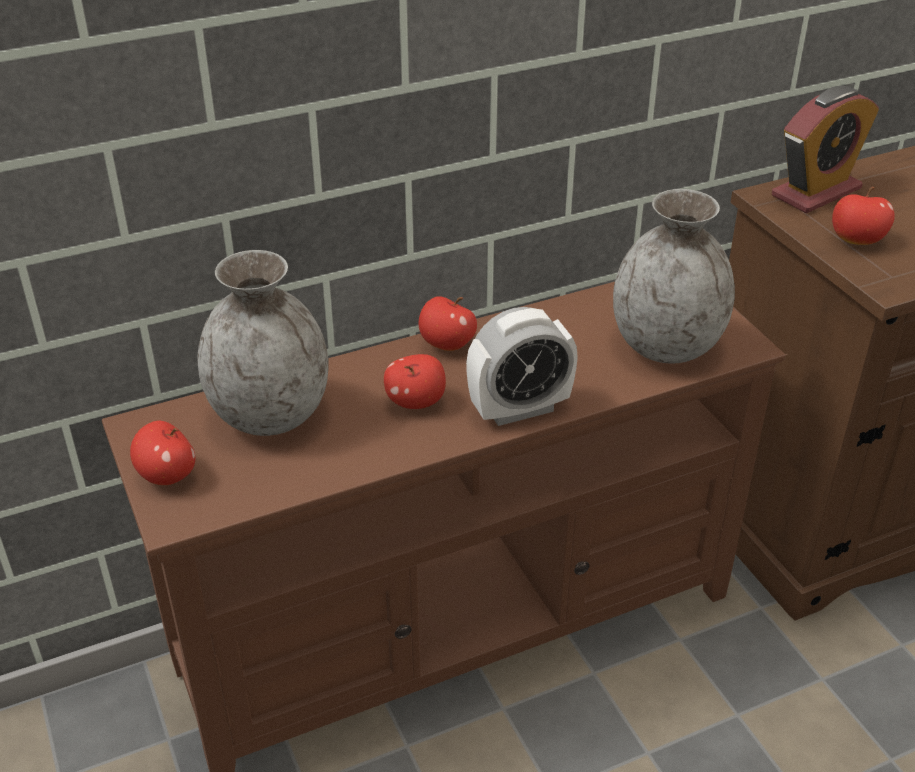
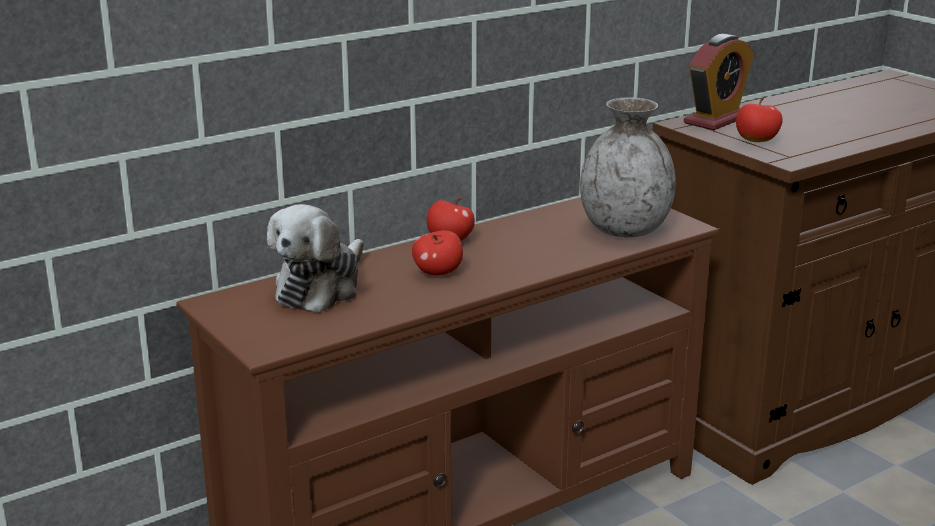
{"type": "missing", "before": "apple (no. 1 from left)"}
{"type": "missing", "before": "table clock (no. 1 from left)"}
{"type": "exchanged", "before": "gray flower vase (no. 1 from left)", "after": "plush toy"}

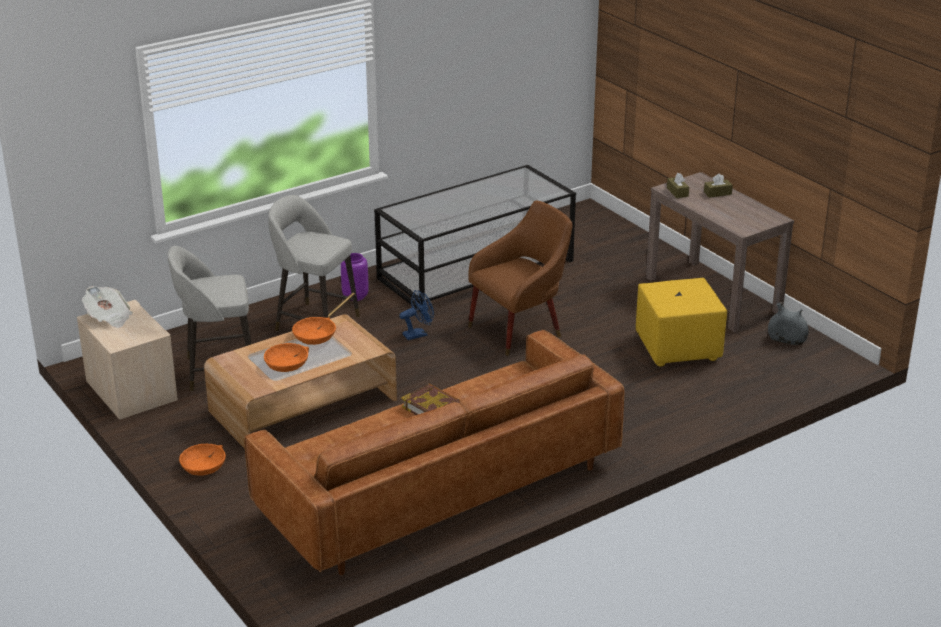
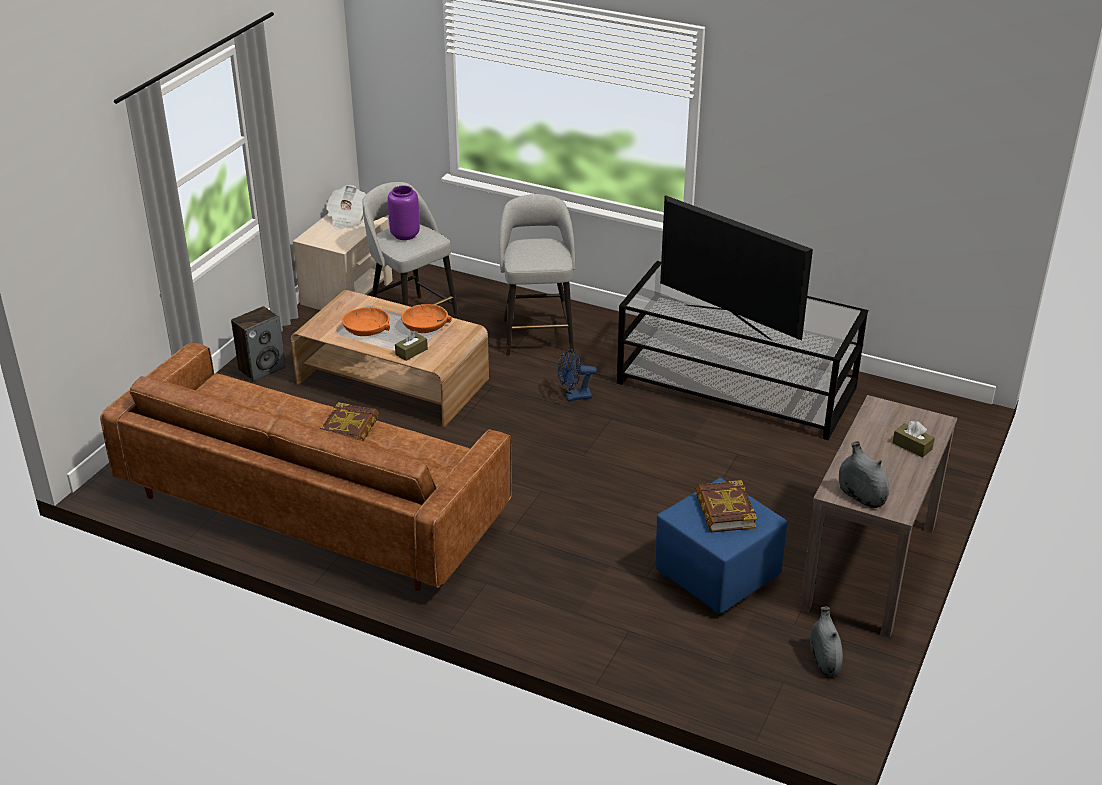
{"type": "missing", "before": "brown-coloured armchair"}
{"type": "appeared", "after": "television"}
{"type": "appeared", "after": "bound book (no. 2 from left)"}
{"type": "appeared", "after": "gray flower vase (no. 2 from left)"}
{"type": "relocated", "before": "purplish flower vase"}
{"type": "relocated", "before": "brown-coloured box of tissues (no. 1 from left)"}
{"type": "exchanged", "before": "orange-coloured deep dish (no. 1 from left)", "after": "speaker"}
{"type": "colour", "before": "yellow-coloured ottoman", "after": "bluish ottoman"}
{"type": "spun", "before": "bluish electric fan", "turn": 135}

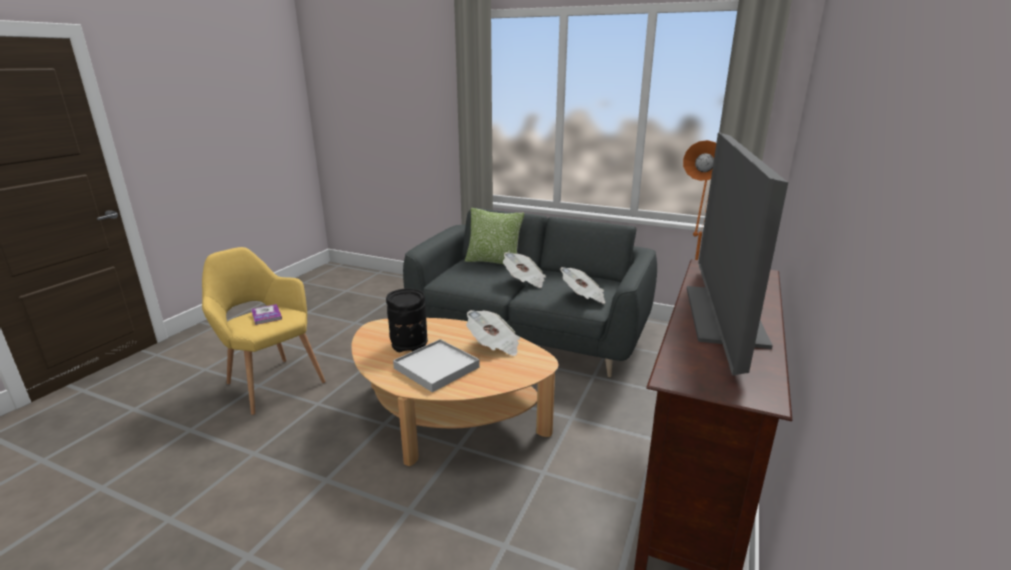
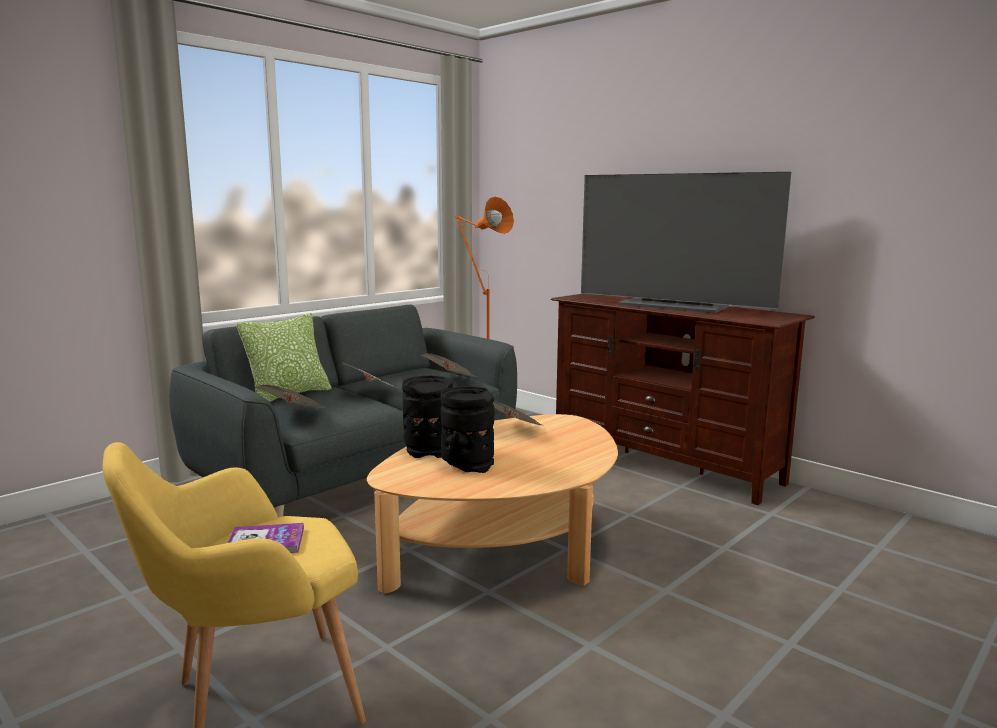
{"type": "missing", "before": "whitish serving tray"}
{"type": "appeared", "after": "newspaper (no. 1 from left)"}
{"type": "appeared", "after": "blackish flower vase (no. 1 from left)"}

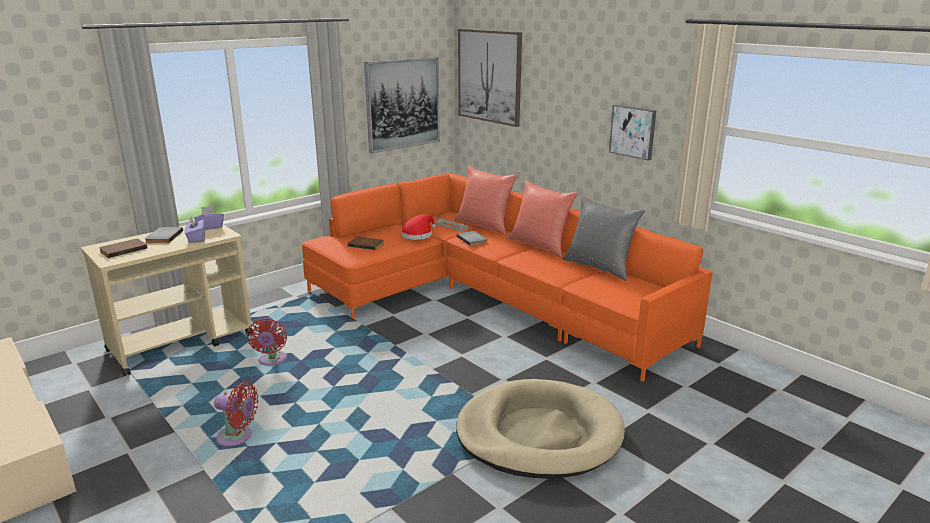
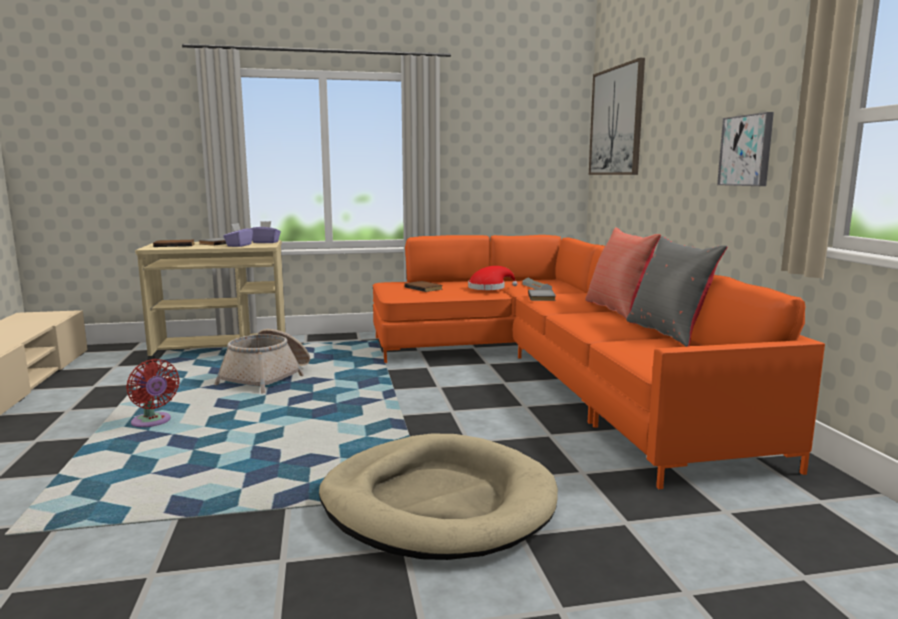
{"type": "missing", "before": "wall picture (no. 1 from left)"}
{"type": "missing", "before": "reddish pillow (no. 1 from left)"}
{"type": "exchanged", "before": "reddish electric fan (no. 2 from left)", "after": "household basket"}

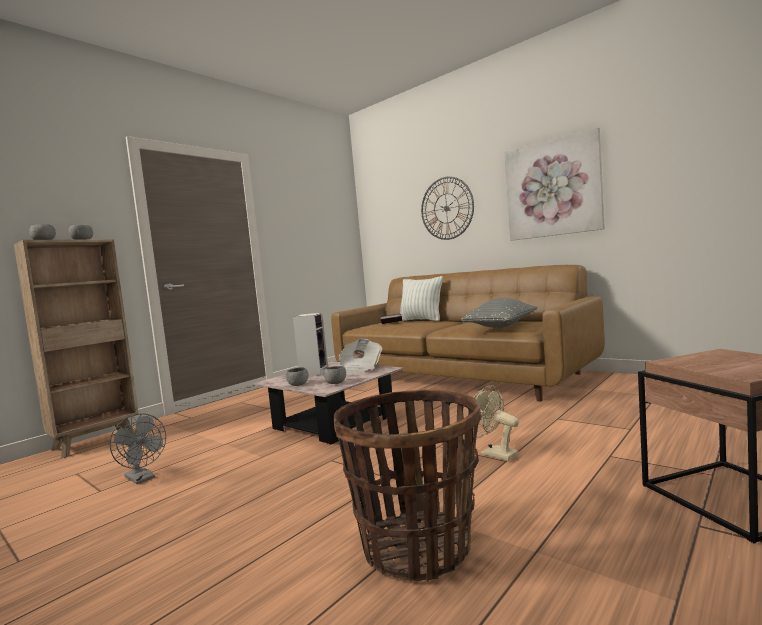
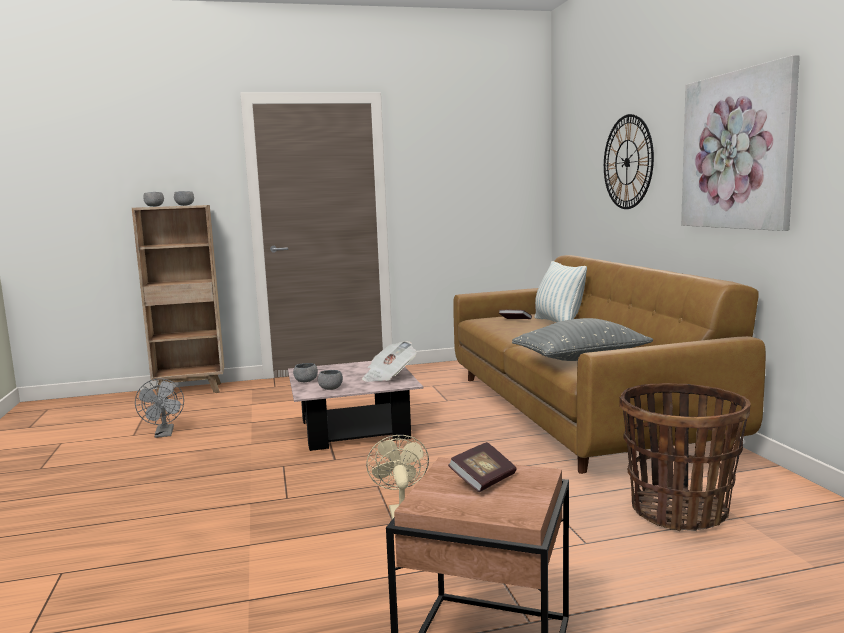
{"type": "missing", "before": "speaker"}
{"type": "appeared", "after": "bound book (no. 1 from left)"}
{"type": "relocated", "before": "household basket"}

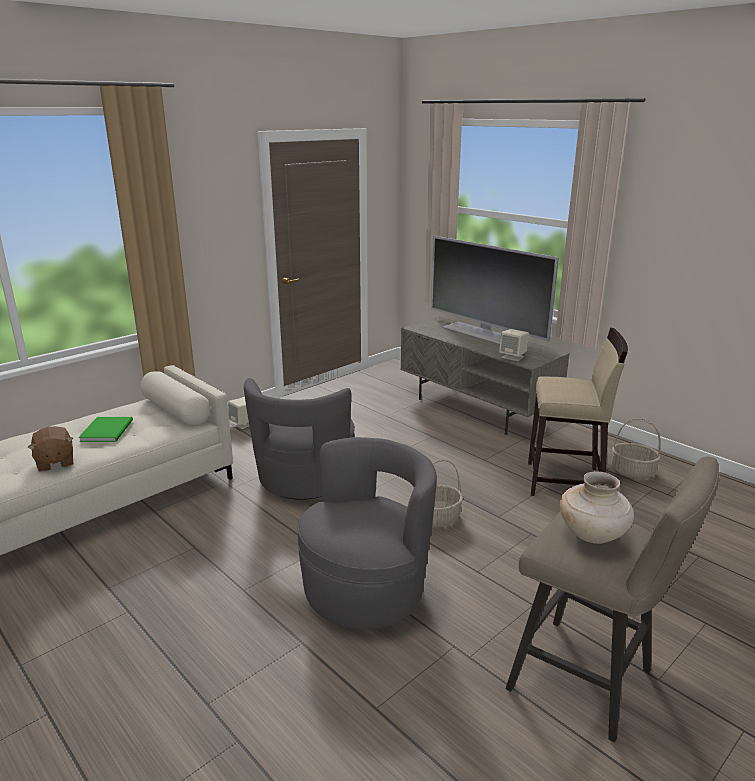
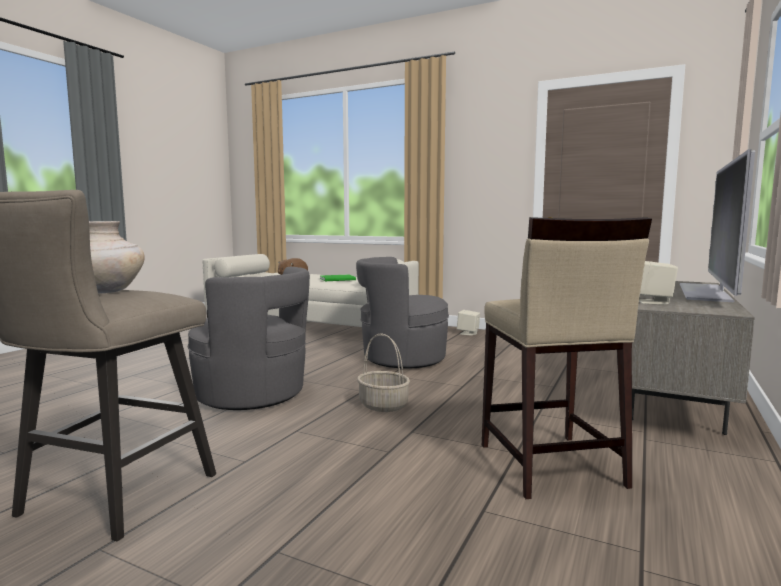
{"type": "missing", "before": "household basket (no. 2 from left)"}

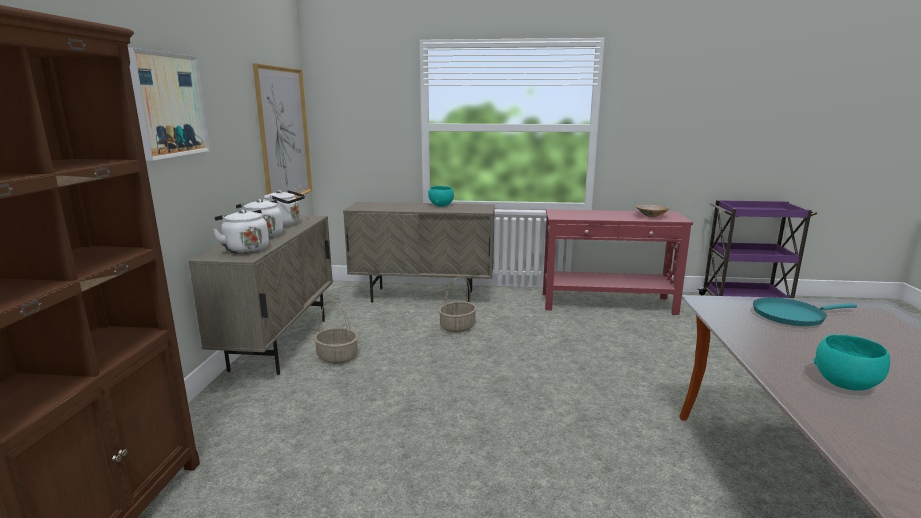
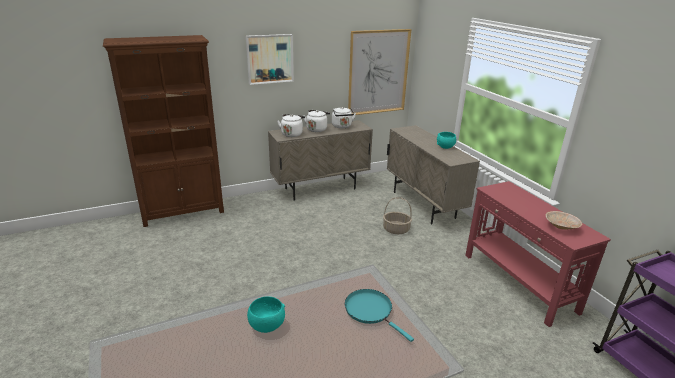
{"type": "missing", "before": "household basket (no. 1 from left)"}

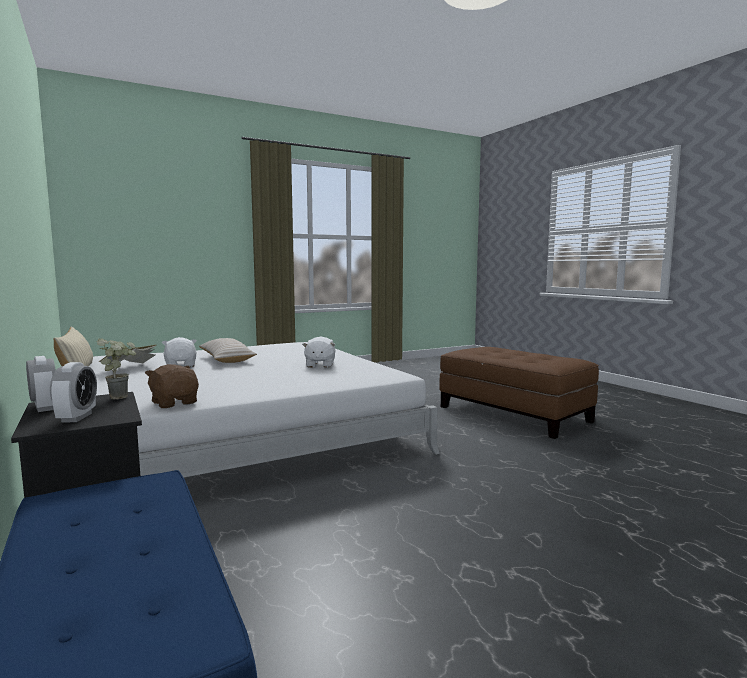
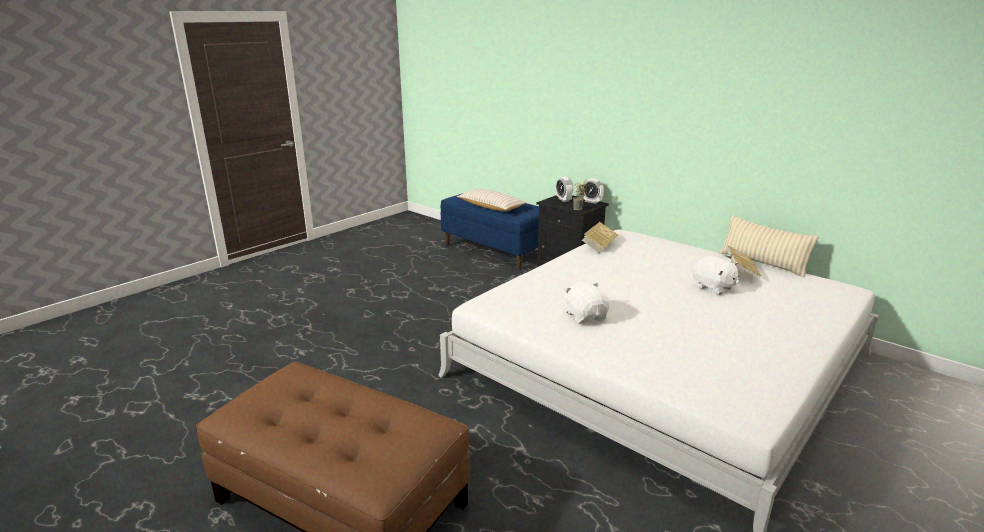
{"type": "relocated", "before": "beige-coloured pillow (no. 2 from left in the first image)", "after": "beige-coloured pillow (no. 1 from left)"}
{"type": "exchanged", "before": "brown-coloured plush toy", "after": "bound book (no. 1 from left)"}

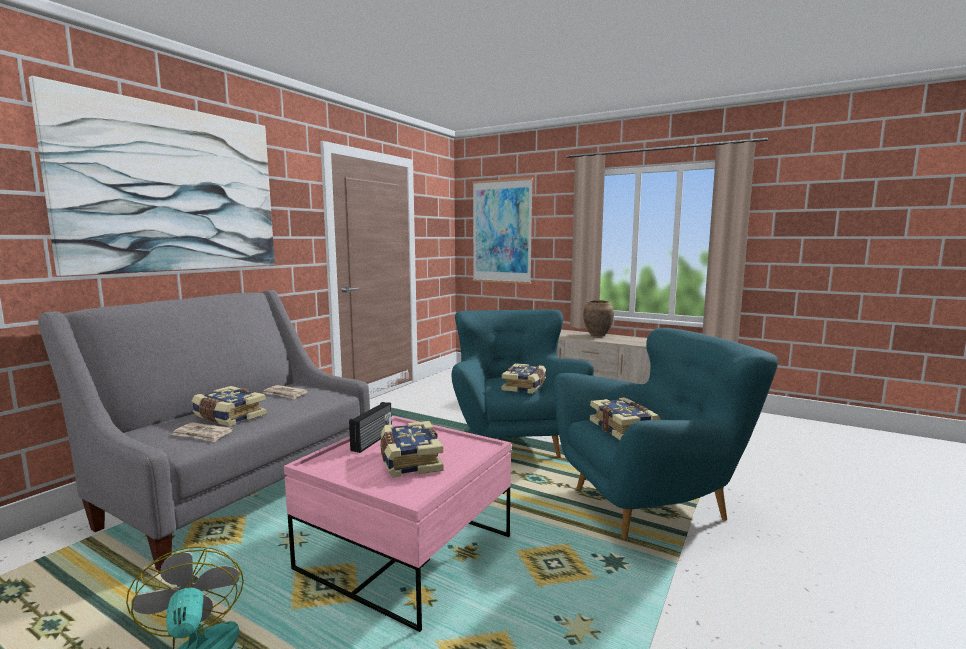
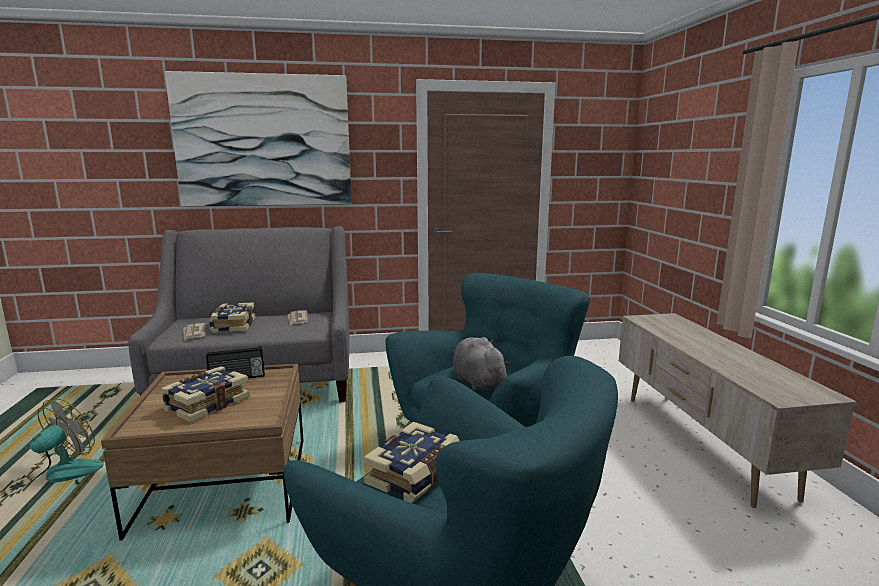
{"type": "missing", "before": "wall picture (no. 2 from left)"}
{"type": "missing", "before": "brown-coloured flower vase"}
{"type": "exchanged", "before": "bound book (no. 3 from left)", "after": "gray plush toy"}
{"type": "colour", "before": "pink-coloured low table", "after": "brown-coloured low table"}

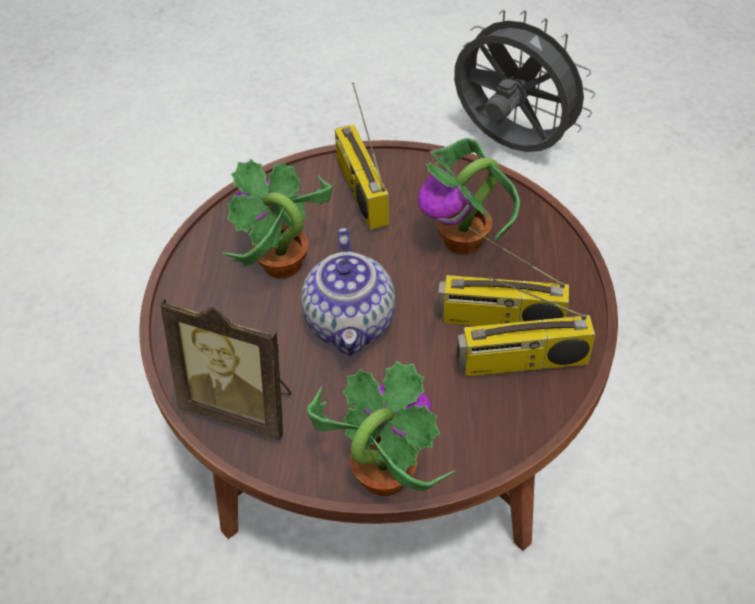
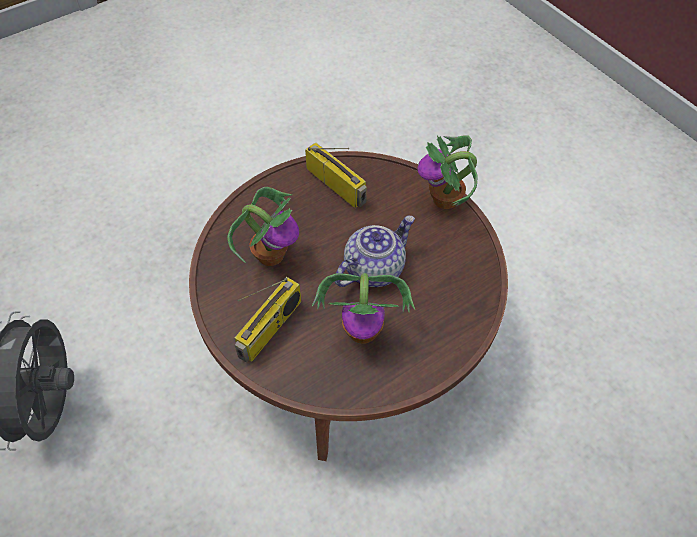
{"type": "missing", "before": "standing frame"}
{"type": "missing", "before": "radio (no. 2 from left)"}

